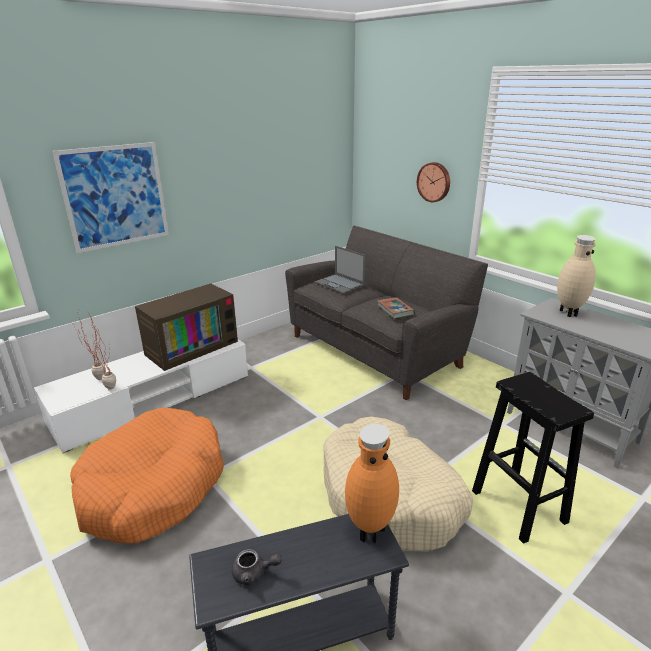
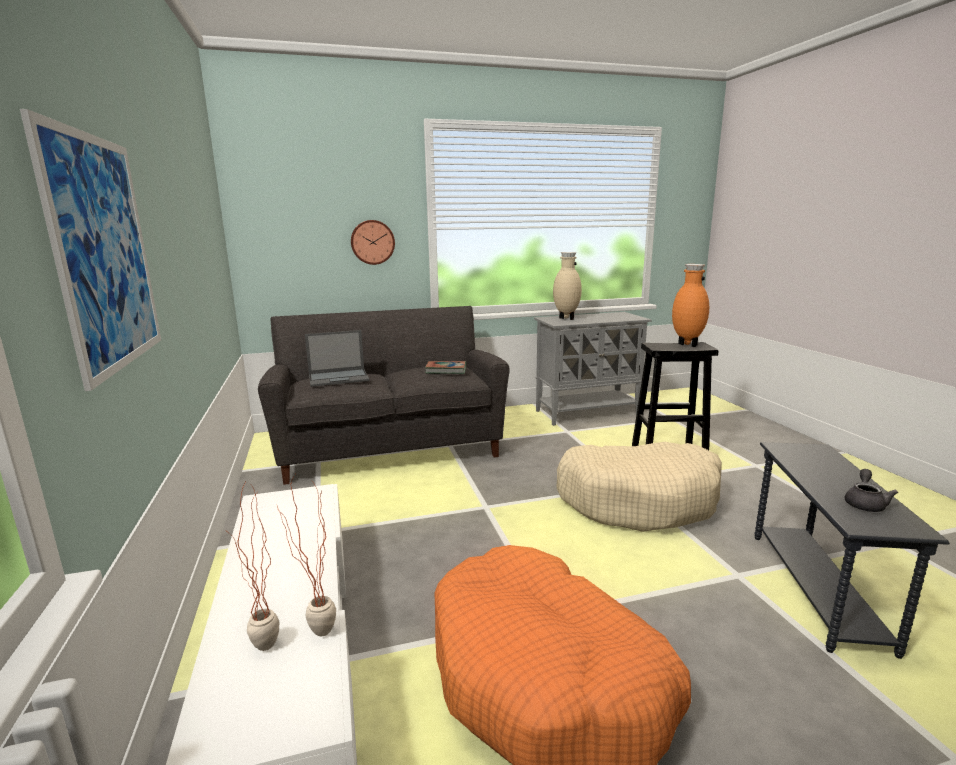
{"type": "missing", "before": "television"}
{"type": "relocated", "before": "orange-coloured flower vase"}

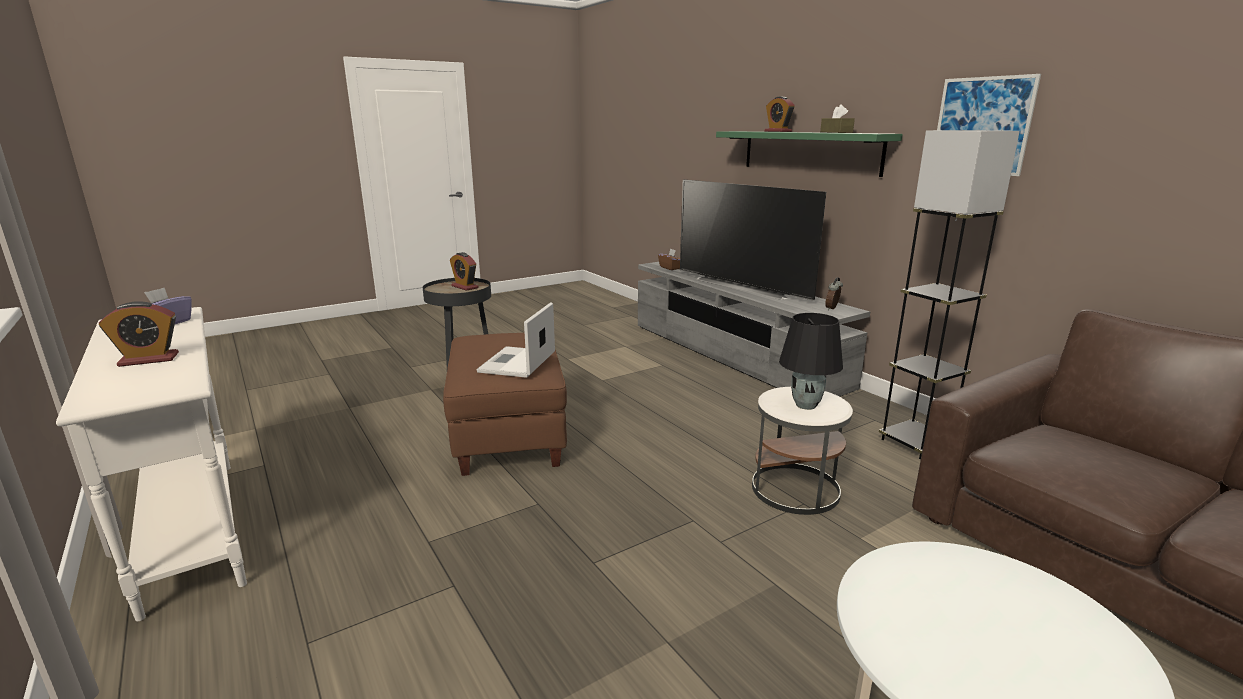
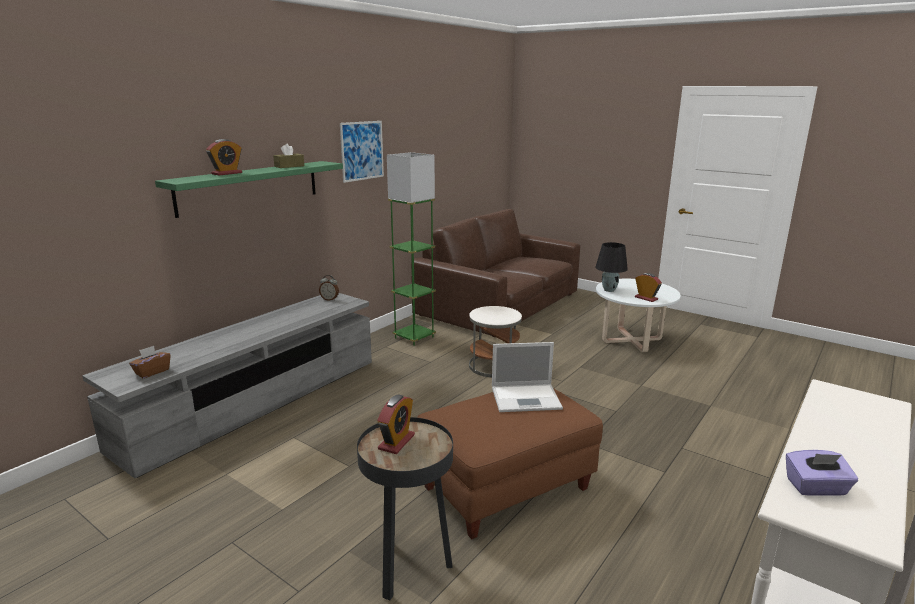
{"type": "missing", "before": "television"}
{"type": "relocated", "before": "table clock (no. 1 from left in the first image)", "after": "table clock (no. 4 from left)"}
{"type": "relocated", "before": "blackish table lamp"}
{"type": "colour", "before": "gray floor lamp", "after": "green floor lamp"}

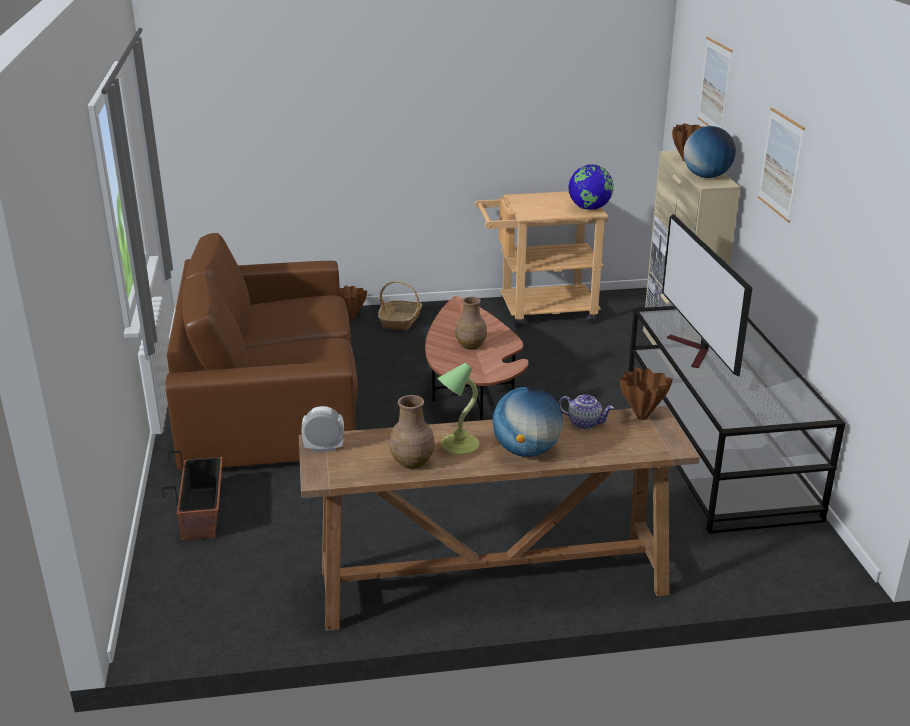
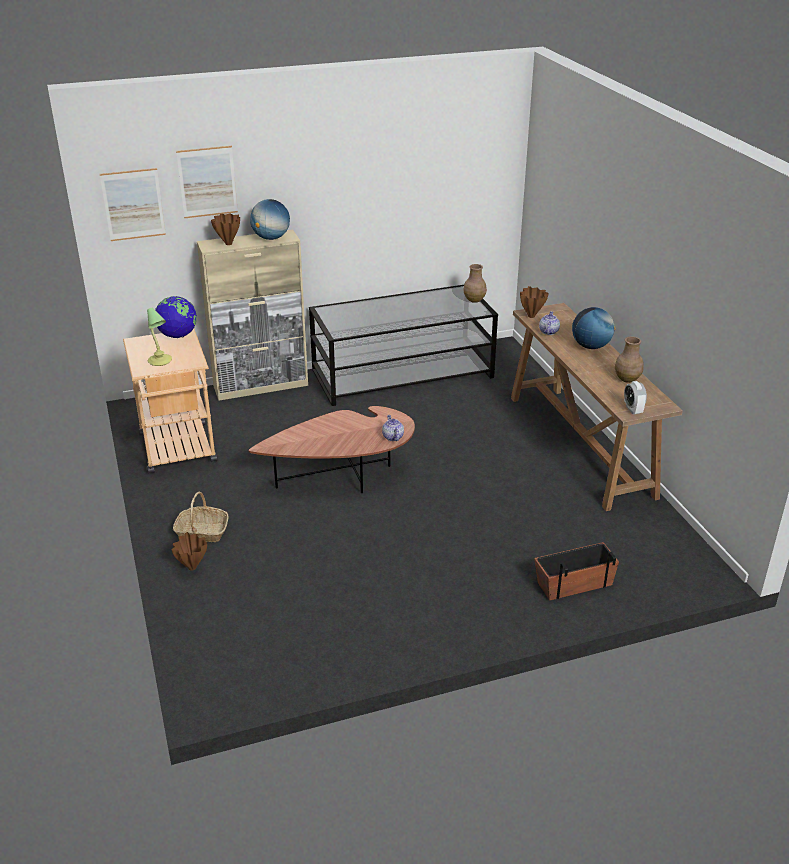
{"type": "missing", "before": "brown-coloured settee"}
{"type": "missing", "before": "television"}
{"type": "appeared", "after": "pot for tea (no. 1 from left)"}
{"type": "relocated", "before": "table lamp"}
{"type": "relocated", "before": "brown-coloured flower vase (no. 3 from left)"}
{"type": "relocated", "before": "wall picture (no. 2 from left in the first image)", "after": "wall picture (no. 1 from left)"}

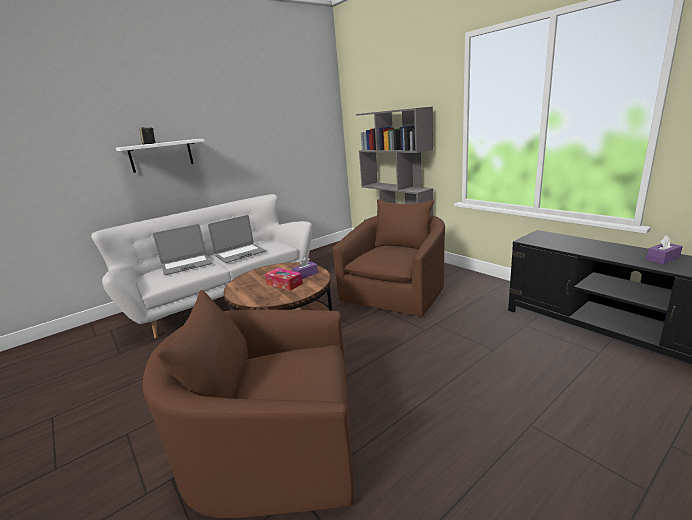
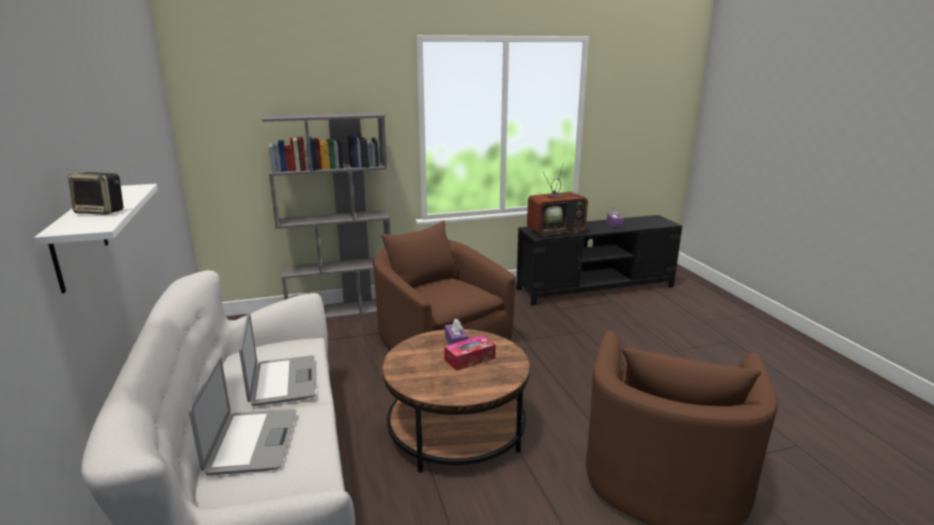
{"type": "appeared", "after": "television"}

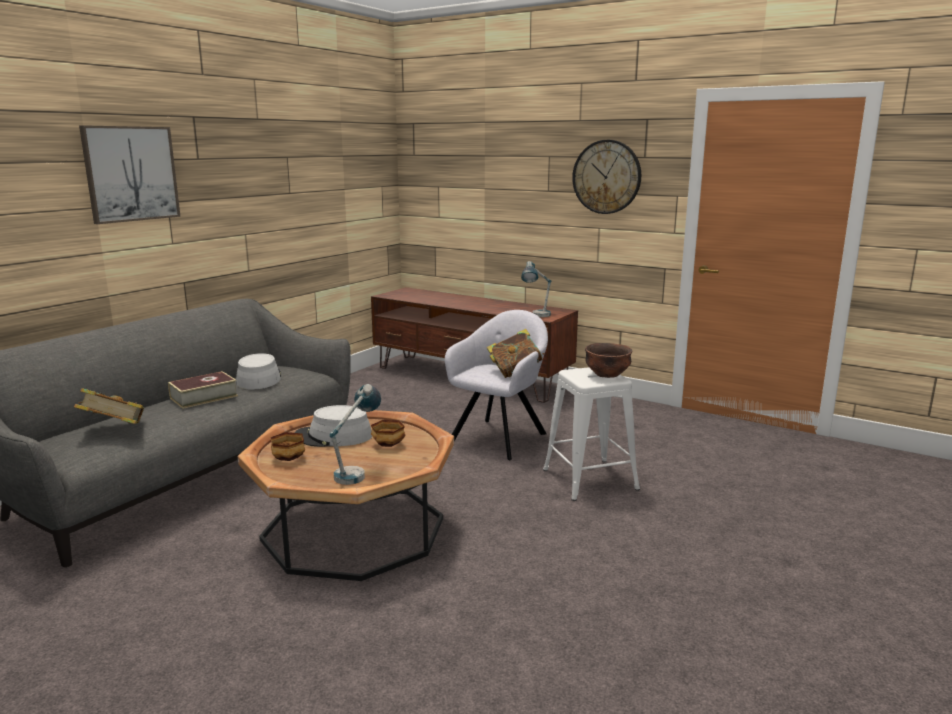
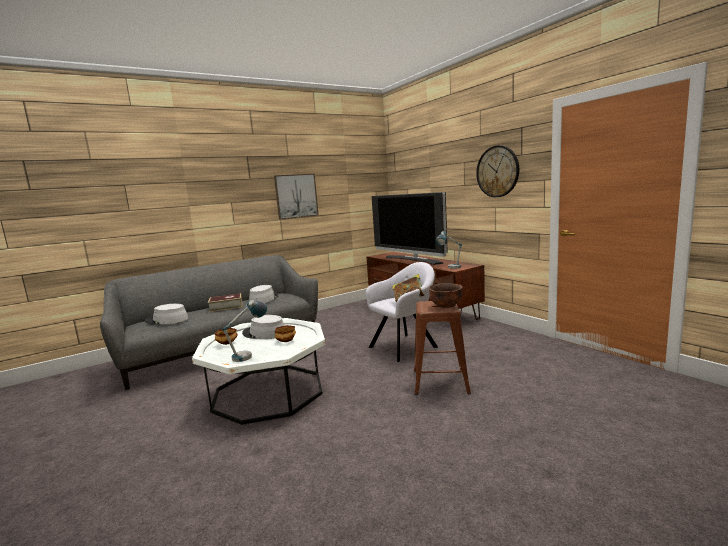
{"type": "appeared", "after": "television"}
{"type": "relocated", "before": "wall picture"}
{"type": "exchanged", "before": "bound book (no. 1 from left)", "after": "gray hat (no. 1 from left)"}
{"type": "colour", "before": "brown-coloured low table", "after": "whitish low table"}
{"type": "colour", "before": "whitish sitting stool", "after": "brown-coloured sitting stool"}

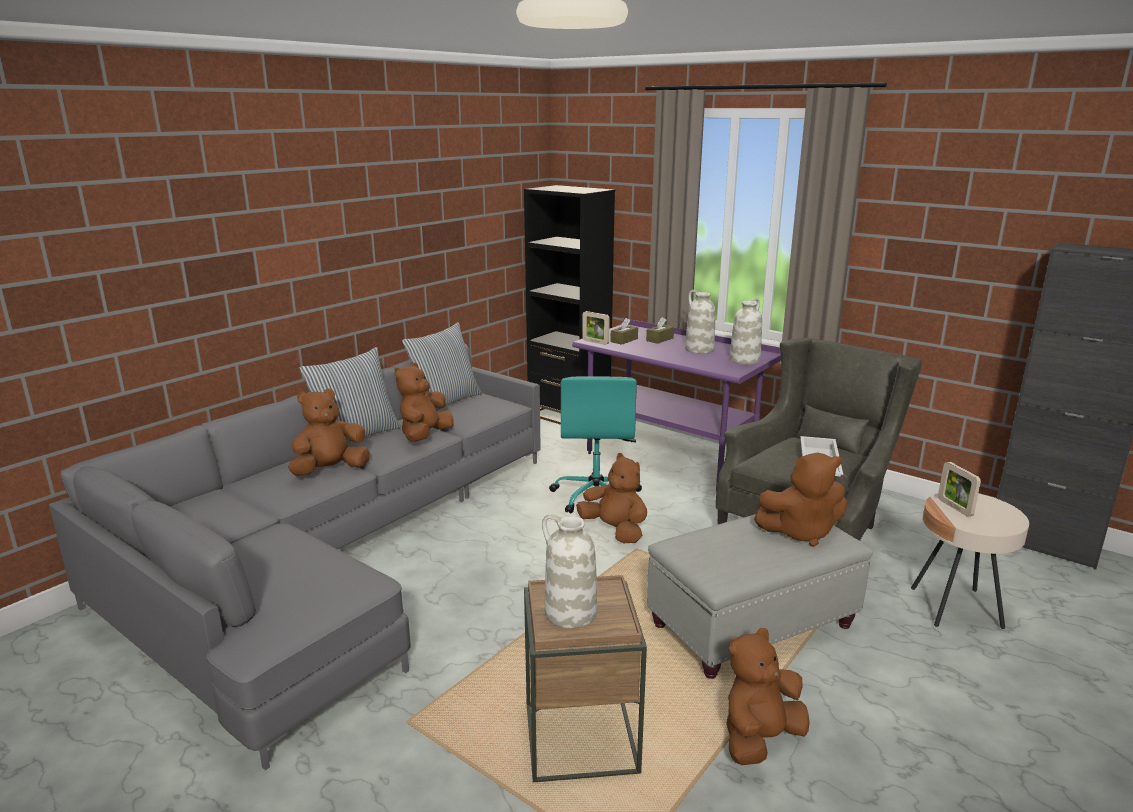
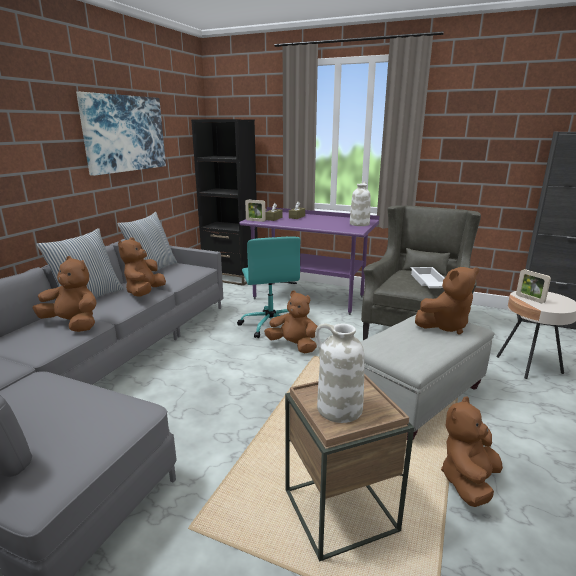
{"type": "missing", "before": "whitish flower vase (no. 2 from left)"}
{"type": "appeared", "after": "wall picture"}
{"type": "spun", "before": "brown-coloured plush toy (no. 1 from left)", "turn": 75}

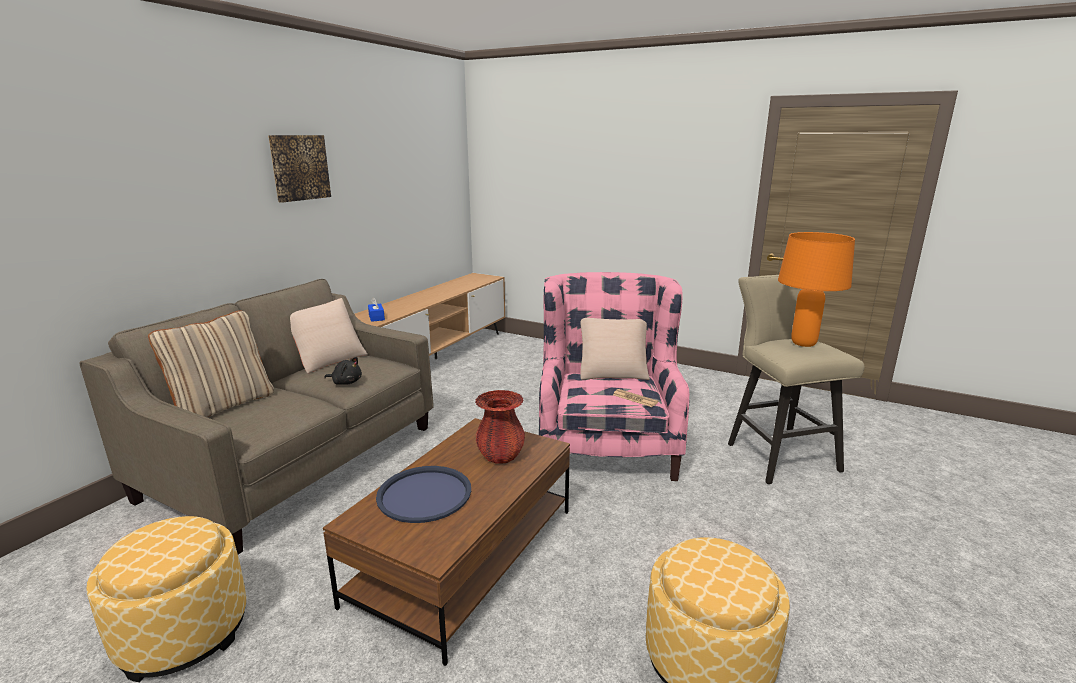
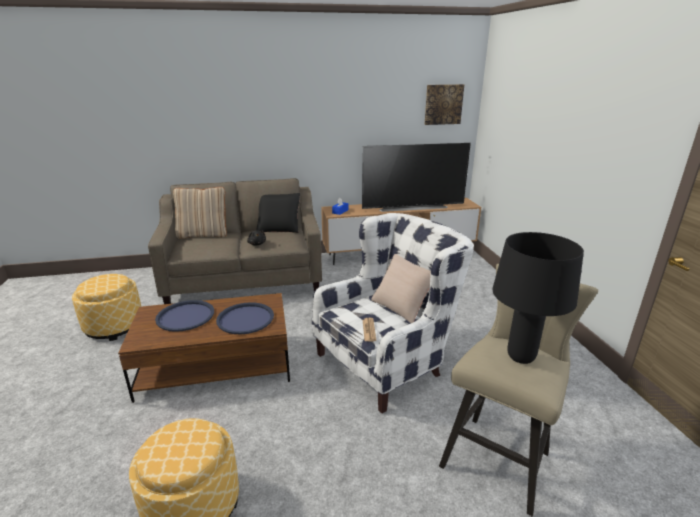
{"type": "appeared", "after": "television"}
{"type": "relocated", "before": "wall picture"}
{"type": "exchanged", "before": "reddish flower vase", "after": "bluish serving tray (no. 2 from left)"}
{"type": "colour", "before": "beige-coloured pillow (no. 2 from left)", "after": "blackish pillow"}
{"type": "colour", "before": "pink-coloured armchair", "after": "whitish armchair"}
{"type": "colour", "before": "orange-coloured table lamp", "after": "blackish table lamp"}

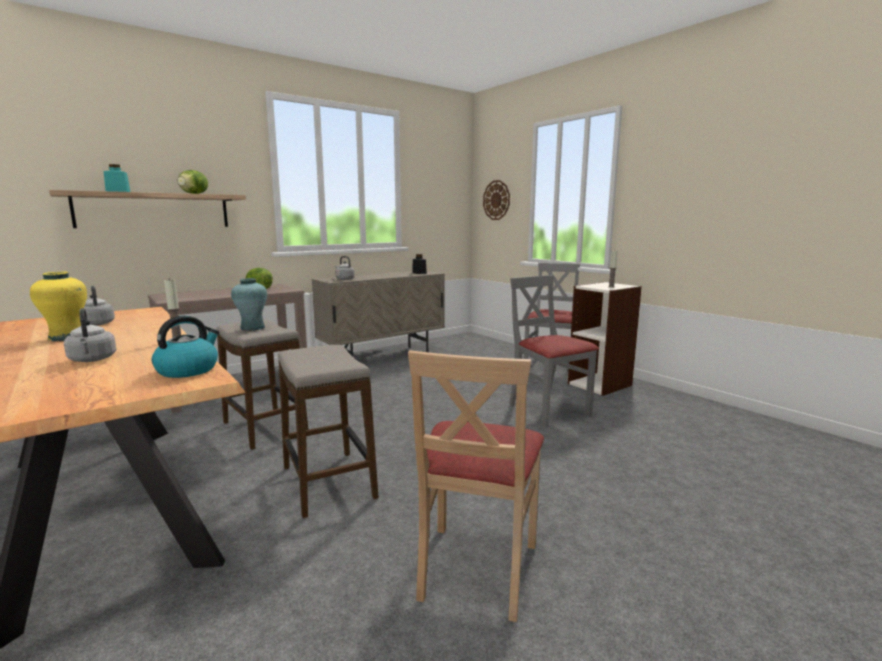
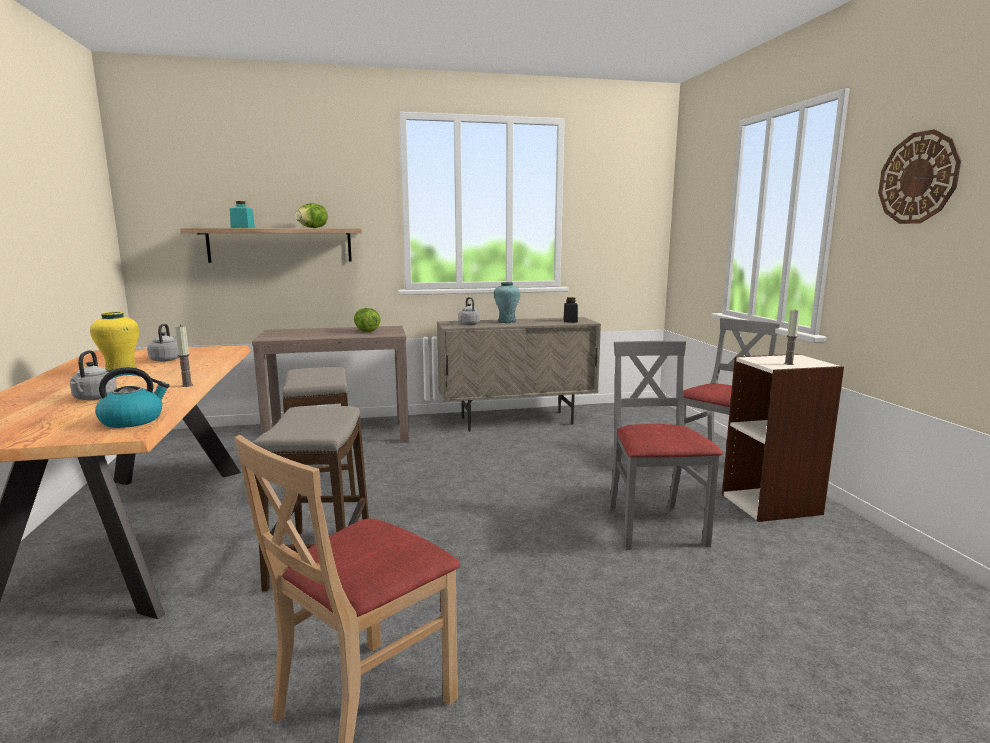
{"type": "relocated", "before": "turquoise flower vase"}
{"type": "relocated", "before": "clock on the wall"}

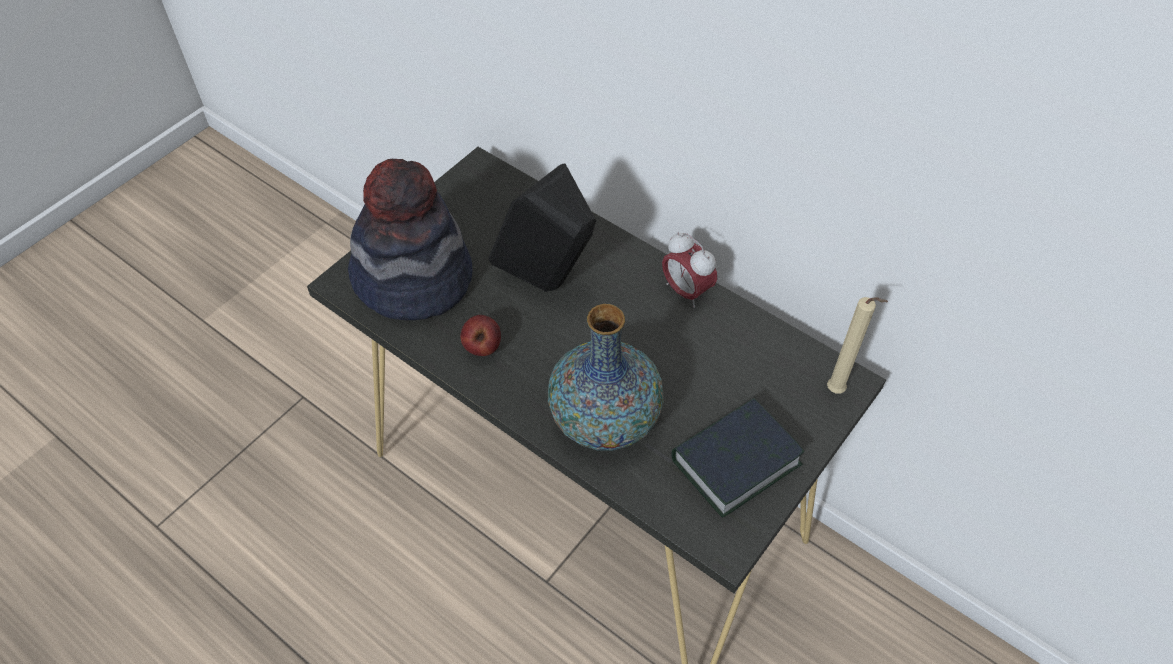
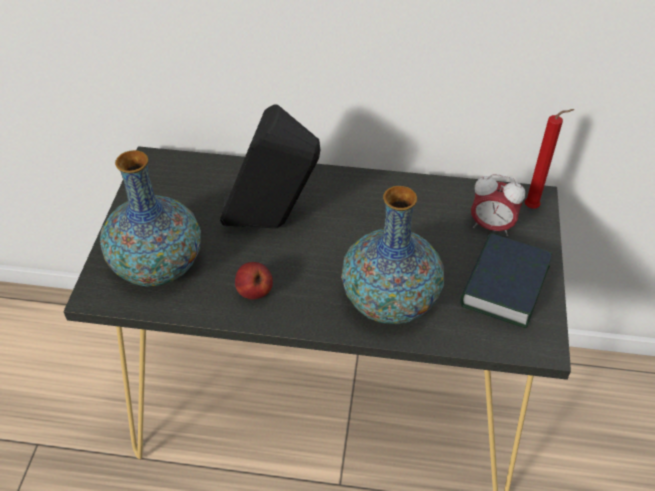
{"type": "relocated", "before": "table clock"}
{"type": "exchanged", "before": "hat", "after": "flower vase (no. 1 from left)"}
{"type": "colour", "before": "beige-coloured wax candle", "after": "reddish wax candle"}

